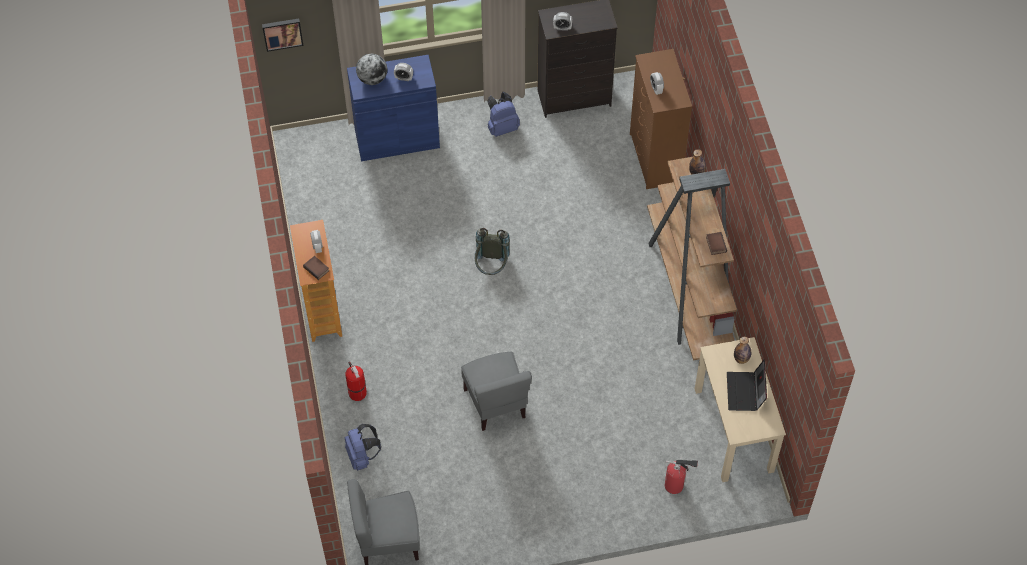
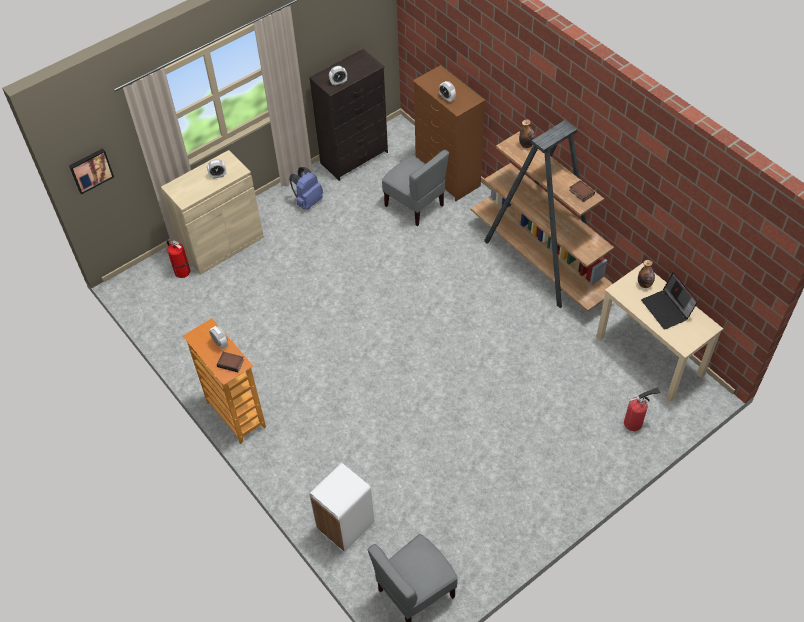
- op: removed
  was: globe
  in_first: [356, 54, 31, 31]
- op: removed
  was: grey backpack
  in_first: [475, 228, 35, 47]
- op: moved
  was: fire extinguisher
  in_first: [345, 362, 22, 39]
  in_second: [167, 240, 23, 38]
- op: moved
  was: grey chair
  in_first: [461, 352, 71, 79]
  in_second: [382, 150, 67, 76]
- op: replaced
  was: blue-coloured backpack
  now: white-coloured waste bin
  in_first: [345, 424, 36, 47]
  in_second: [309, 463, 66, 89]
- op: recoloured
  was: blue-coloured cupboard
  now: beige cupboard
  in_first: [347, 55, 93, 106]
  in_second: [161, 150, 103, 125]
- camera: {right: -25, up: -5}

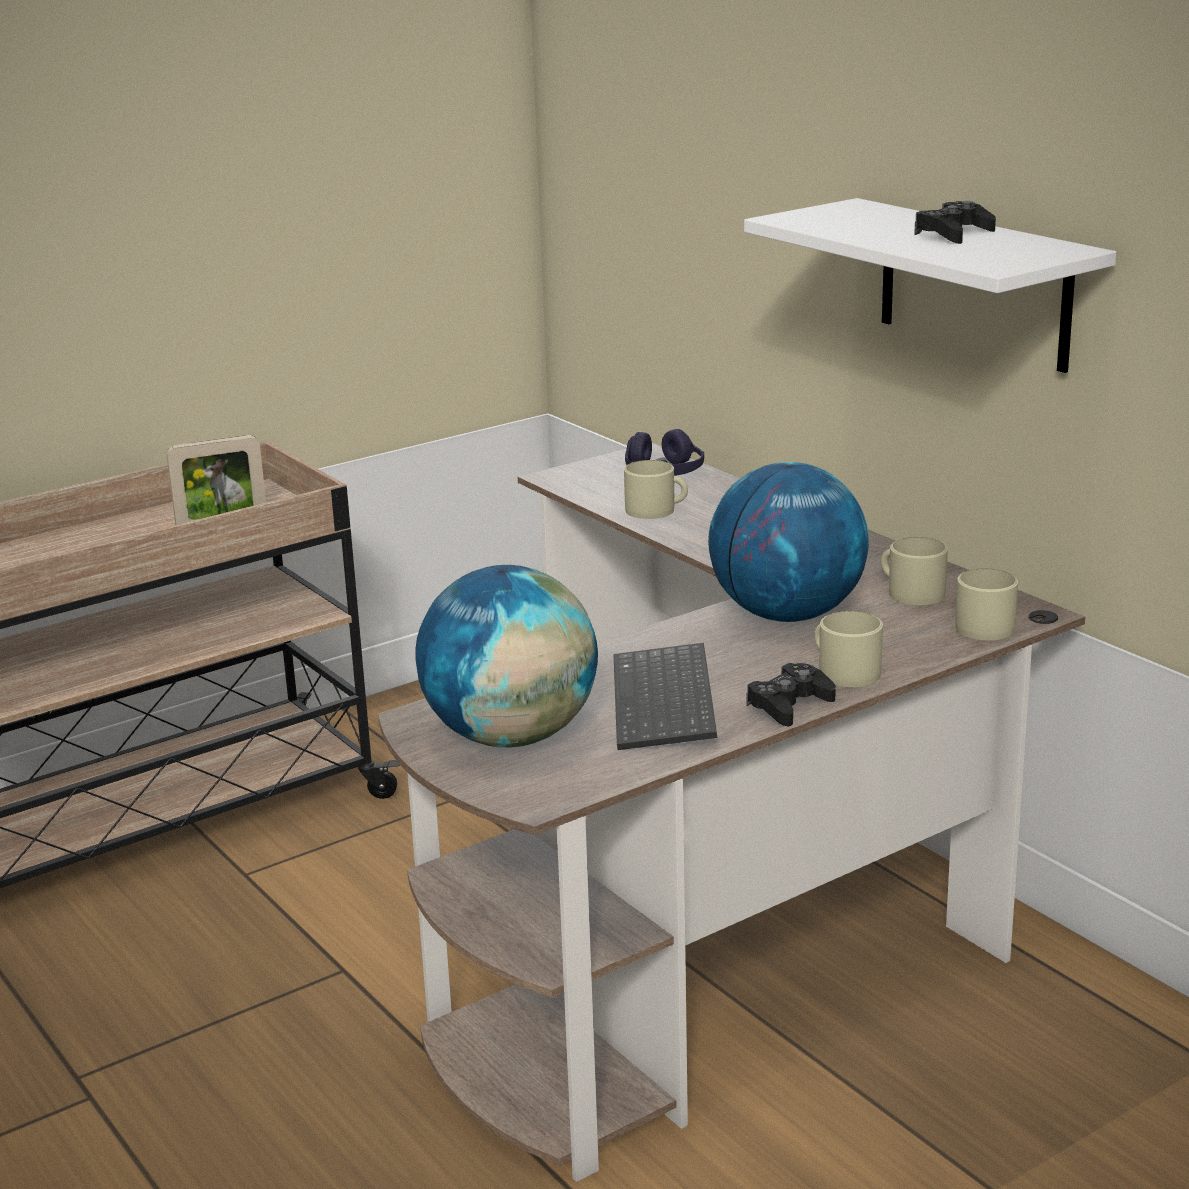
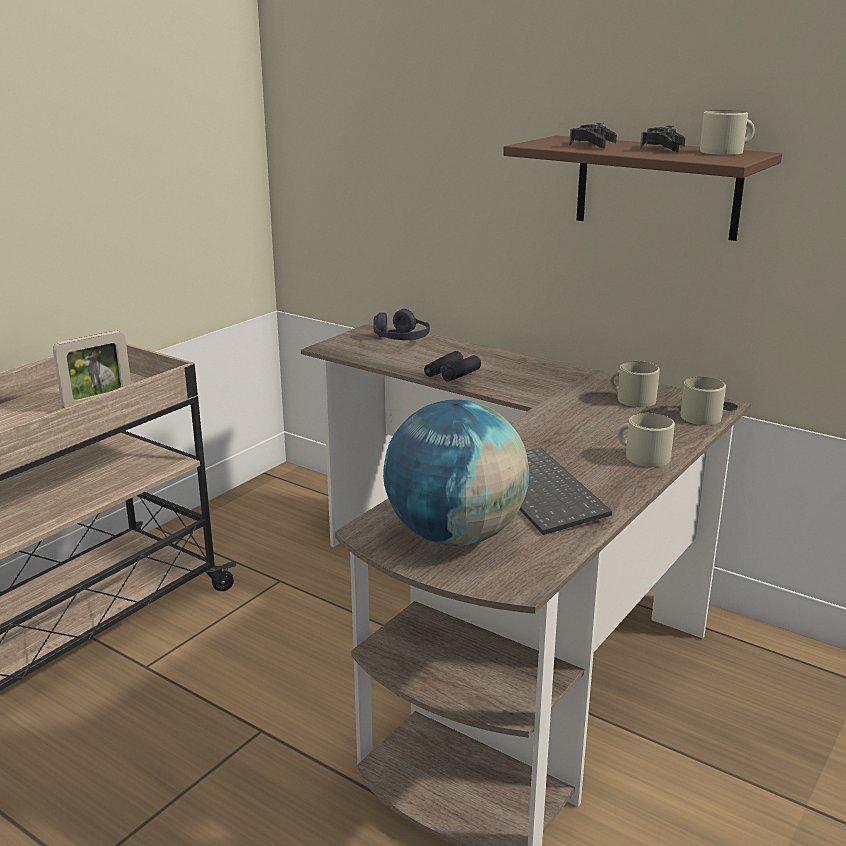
- op: removed
  was: globe
  in_first: [708, 462, 161, 160]
- op: added
  now: black-coloured binoculars
  in_second: [424, 351, 57, 31]
- op: moved
  was: beige tea mug
  in_first: [624, 460, 64, 59]
  in_second: [700, 110, 55, 45]
- op: moved
  was: black-coloured joypad
  in_first: [747, 663, 89, 63]
  in_second: [569, 122, 48, 27]
- op: recoloured
  was: white-coloured wall shelf
  now: brown wall shelf
  in_first: [744, 198, 372, 175]
  in_second: [503, 136, 279, 105]
- camera: {right: -20, up: 0}

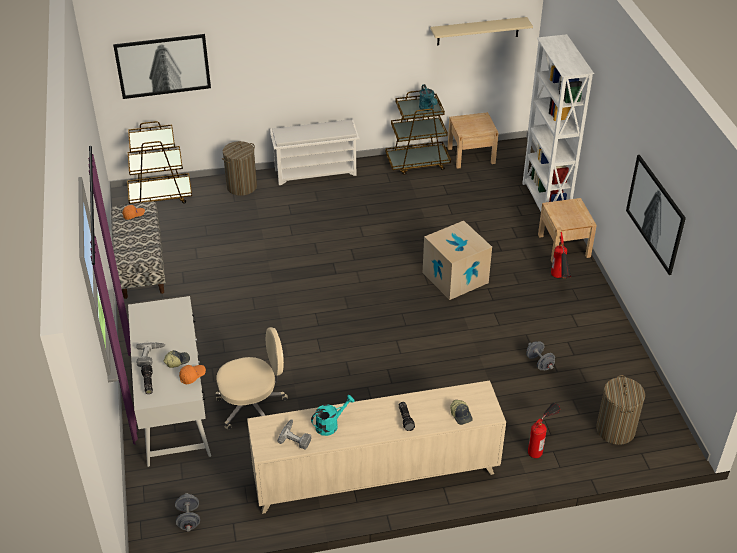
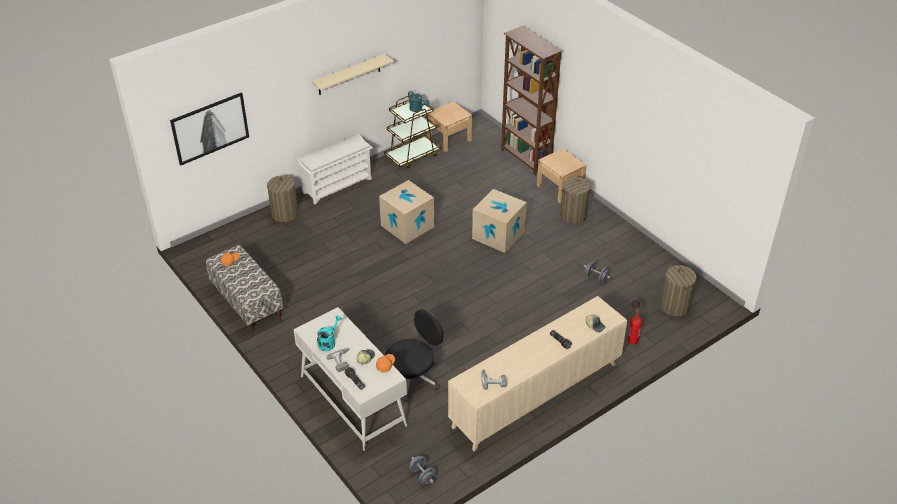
- op: removed
  was: brown wheeled cart
  in_first: [127, 121, 65, 83]
- op: removed
  was: wall picture
  in_first: [626, 155, 60, 120]
- op: added
  now: cardboard box
  in_second: [379, 180, 55, 64]
- op: moved
  was: turquoise watering pot
  in_first: [311, 395, 43, 41]
  in_second: [317, 315, 25, 36]
- op: moved
  was: beige wall shelf
  in_first: [430, 17, 103, 28]
  in_second: [312, 54, 82, 41]
- op: replaced
  was: fire extinguisher
  now: washing basket
  in_first: [551, 232, 20, 46]
  in_second: [560, 177, 31, 47]
- op: recoloured
  was: beige desk chair
  now: black-coloured desk chair
  in_first: [215, 327, 73, 103]
  in_second: [385, 309, 59, 93]
- op: recoloured
  was: white-coloured shelving unit
  now: brown shelving unit
  in_first: [522, 34, 72, 177]
  in_second: [501, 26, 62, 150]
- camera: {right: -25, up: 0}

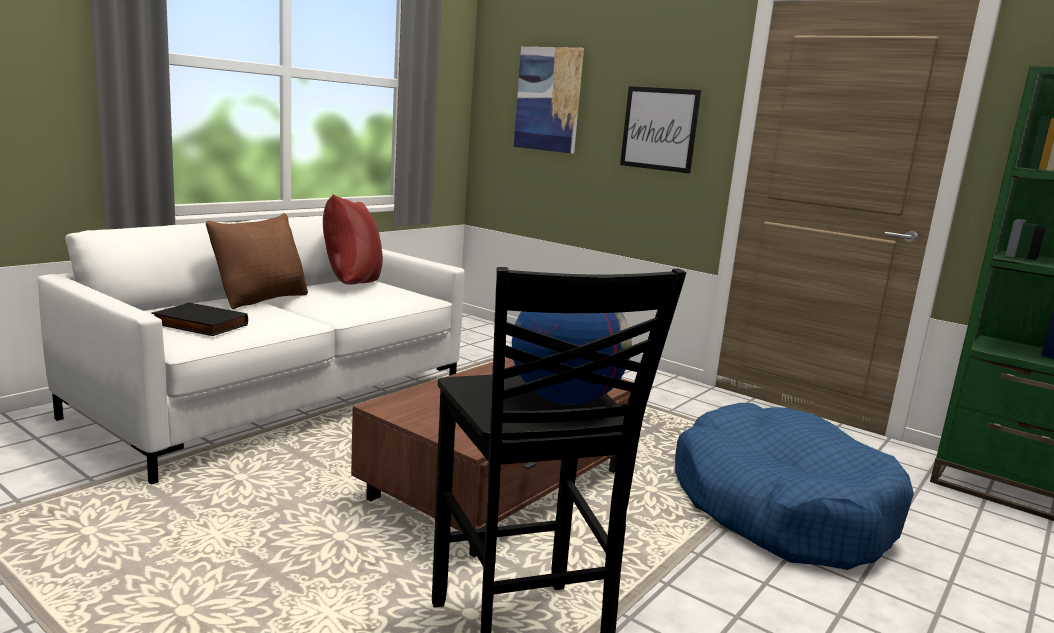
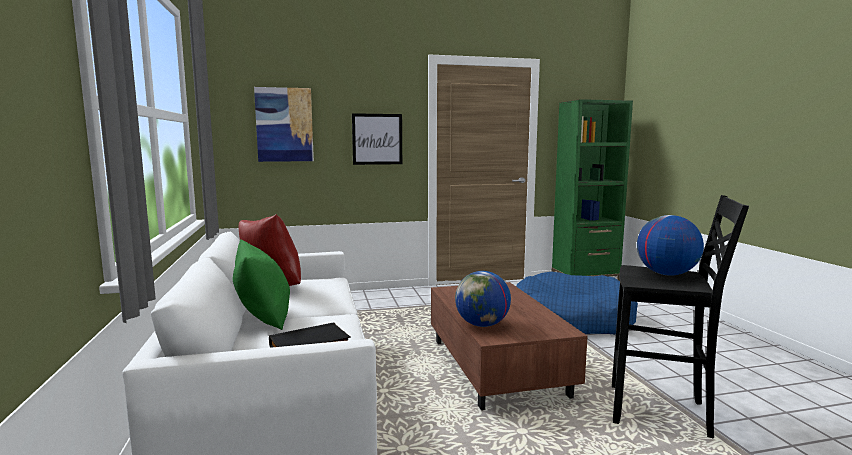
- op: added
  now: globe
  in_second: [455, 271, 56, 56]
- op: recoloured
  was: brown pillow
  now: green pillow
  in_first: [206, 213, 102, 96]
  in_second: [232, 239, 58, 91]
- camera: {right: -50, up: -5}

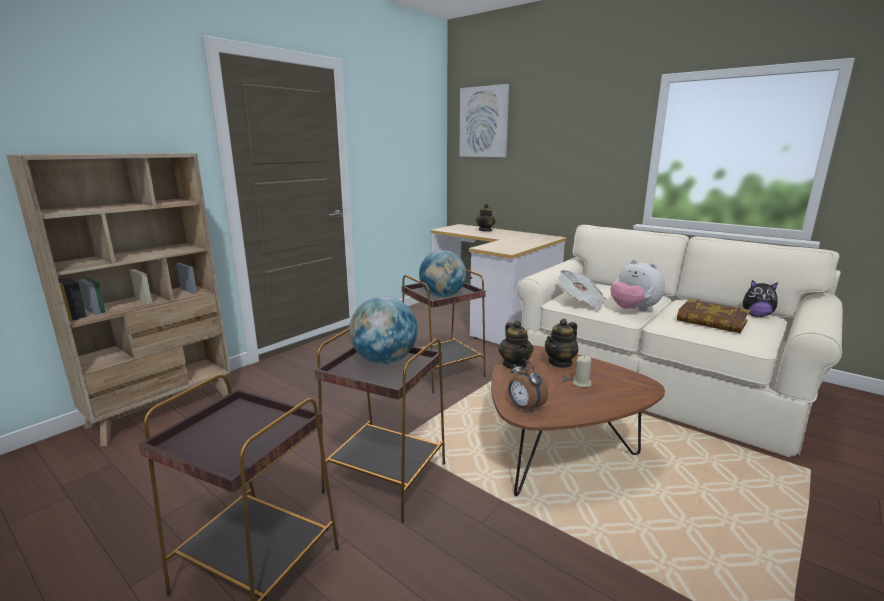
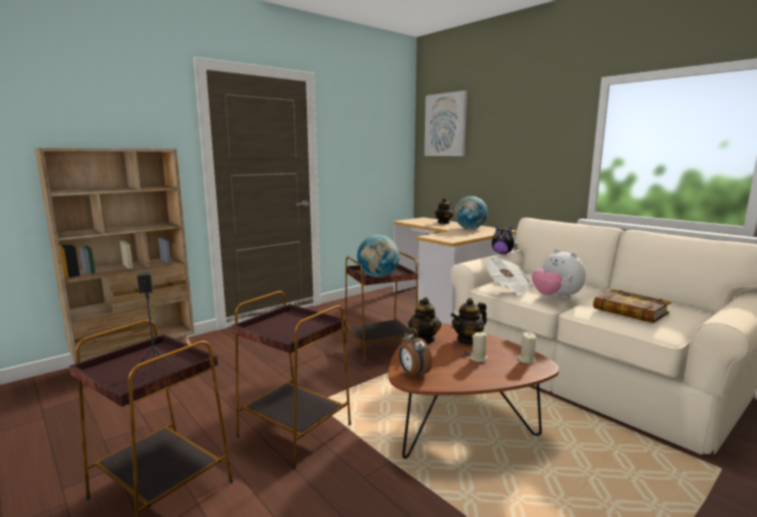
- op: added
  now: black-coloured loudspeaker
  in_second: [127, 272, 51, 107]
- op: added
  now: beige wax light
  in_second: [517, 332, 19, 32]
- op: moved
  was: globe
  in_first: [349, 296, 69, 68]
  in_second: [454, 196, 34, 33]
- op: moved
  was: soft toy
  in_first: [743, 280, 35, 37]
  in_second: [492, 226, 26, 28]
- camera: {right: 10, up: -5}

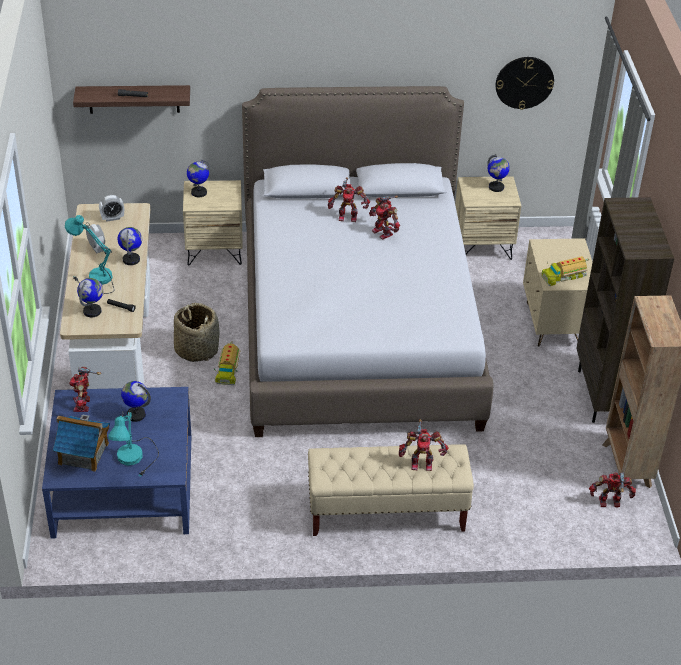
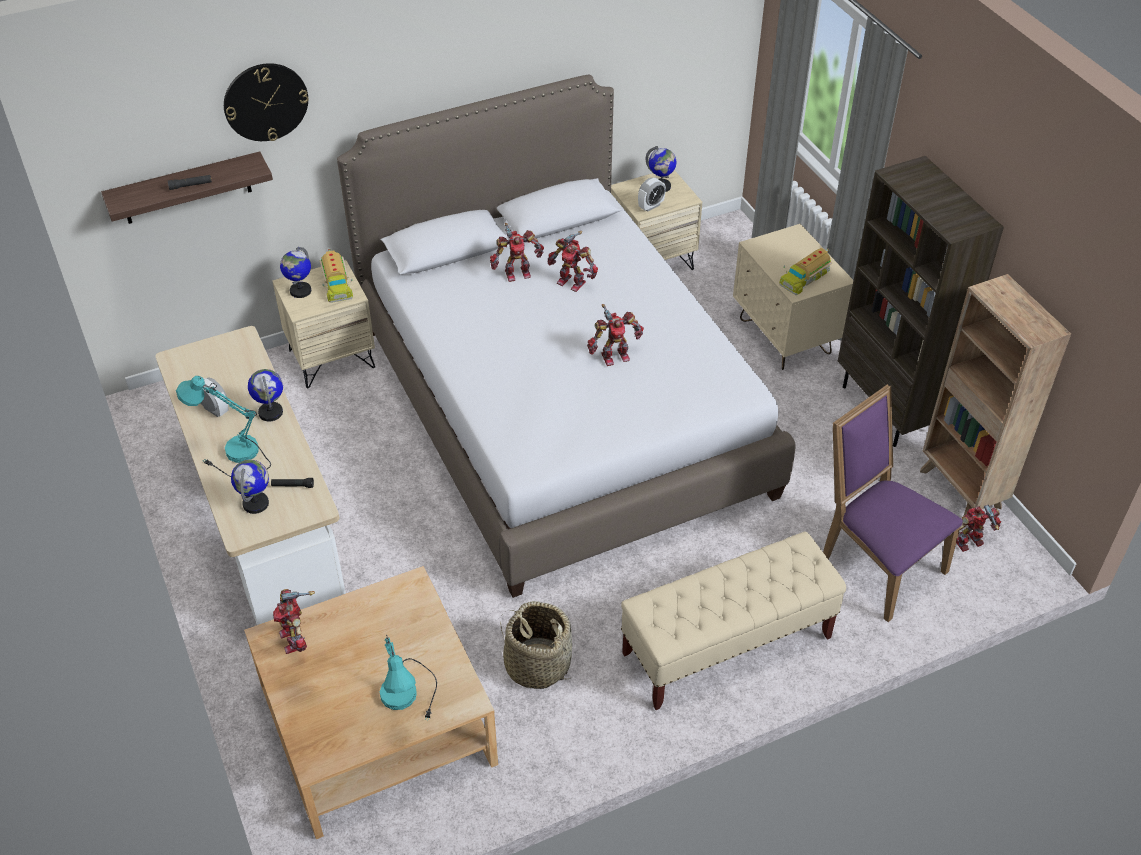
- op: removed
  was: toy house
  in_first: [53, 414, 57, 58]
- op: removed
  was: globe
  in_first: [121, 381, 30, 41]
- op: added
  now: purple-coloured chair
  in_second: [823, 384, 140, 238]
- op: moved
  was: table clock
  in_first: [99, 195, 25, 27]
  in_second: [638, 178, 28, 34]
- op: moved
  was: storage basket
  in_first: [174, 303, 45, 59]
  in_second: [500, 601, 72, 88]
- op: moved
  was: model truck
  in_first: [214, 341, 27, 44]
  in_second: [320, 248, 33, 55]
- op: moved
  was: robot figure
  in_first: [399, 419, 50, 52]
  in_second: [587, 304, 57, 62]
- op: moved
  was: wall clock
  in_first: [496, 57, 58, 53]
  in_second: [224, 63, 85, 78]
- op: recoloured
  was: blue-coloured coffee table
  now: beige coffee table
  in_first: [42, 387, 149, 151]
  in_second: [244, 566, 254, 273]
- camera: {right: -20, up: 5}

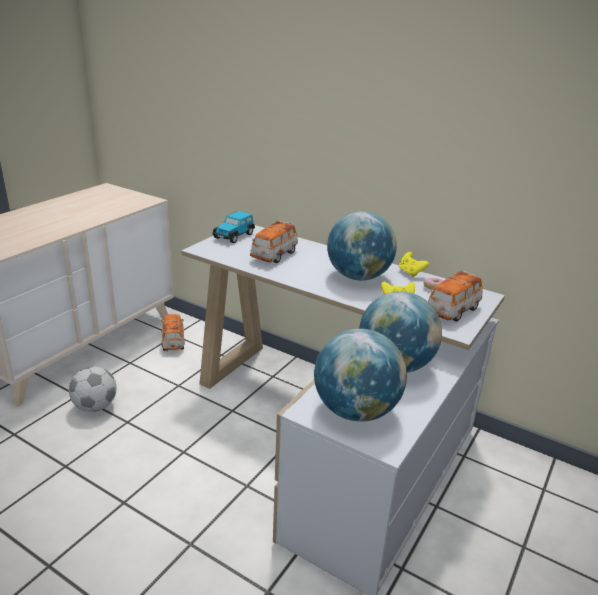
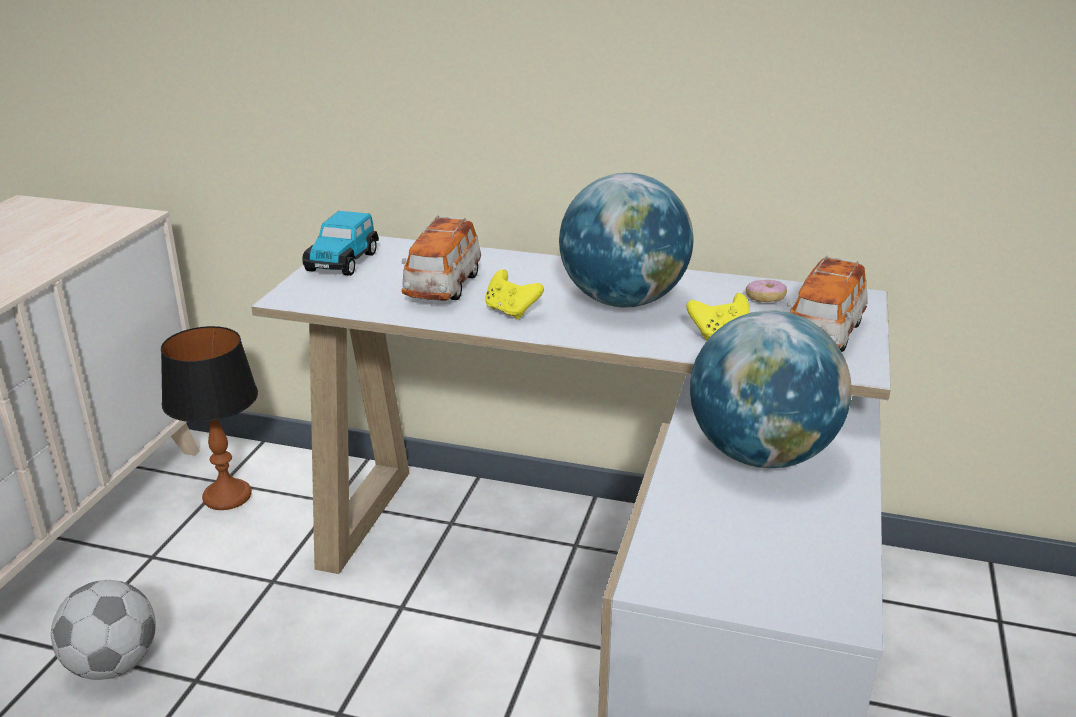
- op: removed
  was: globe
  in_first: [314, 329, 93, 93]
- op: moved
  was: yellow joypad
  in_first: [399, 252, 30, 25]
  in_second: [485, 269, 59, 50]
- op: replaced
  was: model car
  now: table lamp
  in_first: [161, 314, 24, 37]
  in_second: [161, 326, 97, 184]
- camera: {right: -15, up: 0}

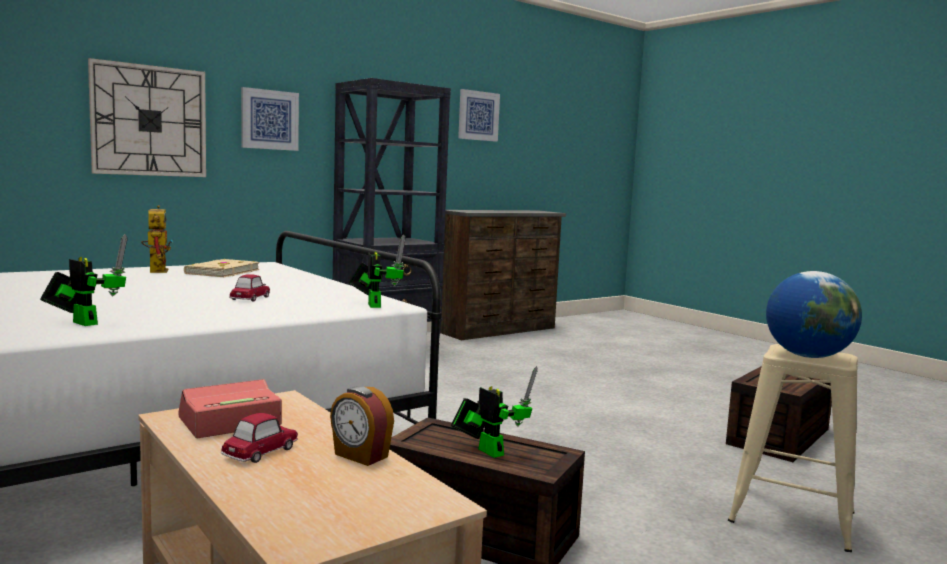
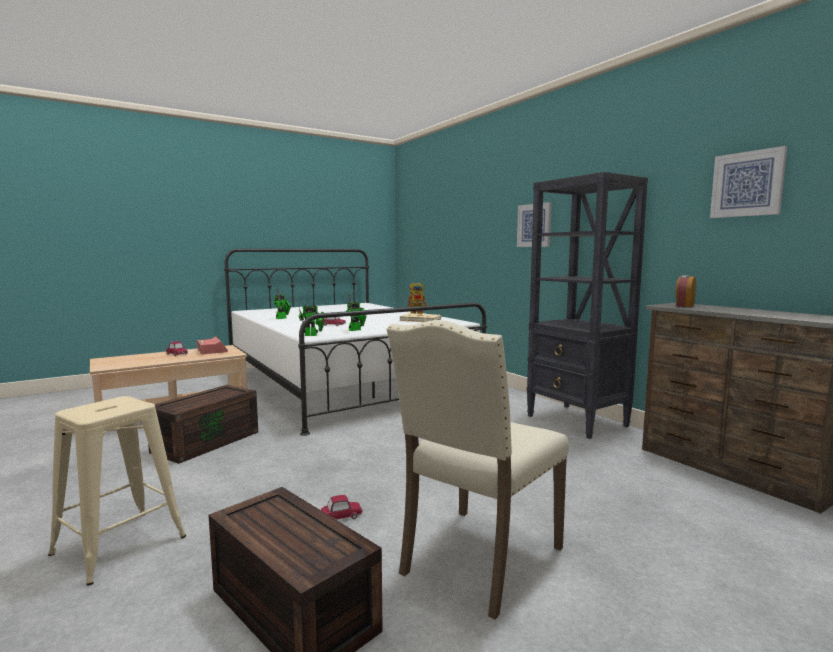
- op: removed
  was: wall clock
  in_first: [88, 58, 118, 119]
- op: removed
  was: globe
  in_first: [766, 271, 96, 87]
- op: added
  now: model car
  in_second: [321, 495, 42, 25]
- op: added
  now: beige chair
  in_second: [386, 320, 183, 300]
- op: moved
  was: table clock
  in_first: [330, 386, 64, 80]
  in_second: [676, 275, 20, 32]
- op: moved
  was: robot figure
  in_first: [451, 366, 87, 92]
  in_second: [346, 293, 20, 38]
- camera: {right: 95, up: 0}

